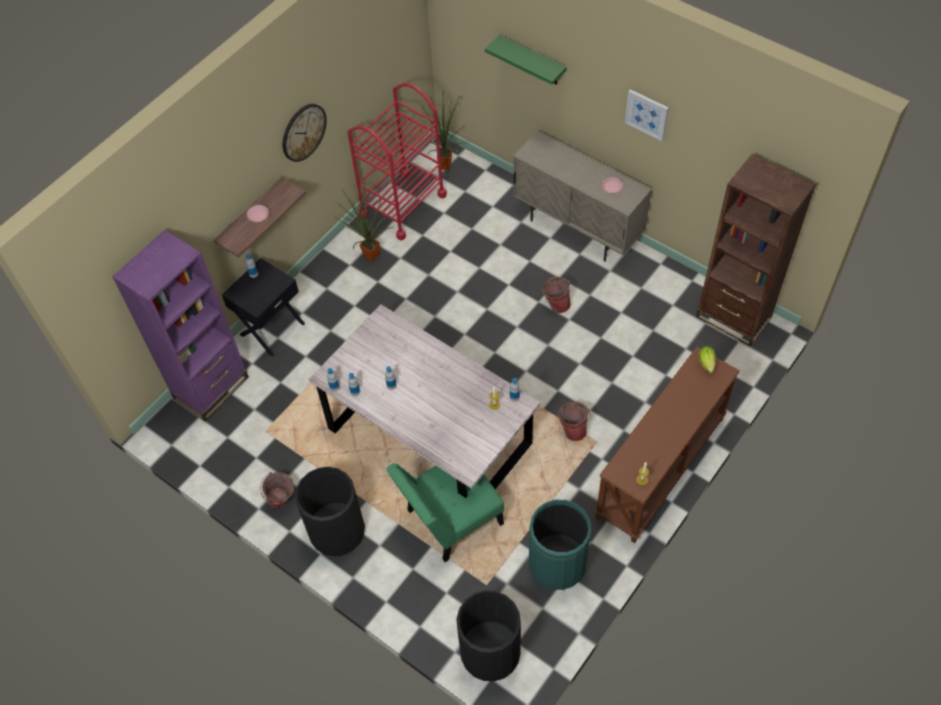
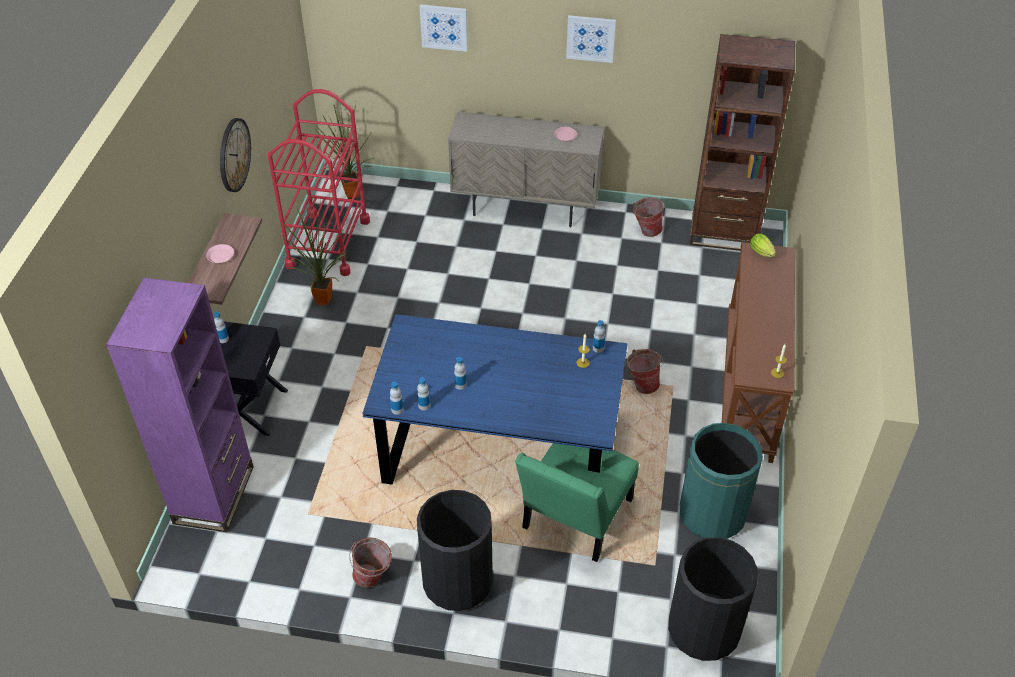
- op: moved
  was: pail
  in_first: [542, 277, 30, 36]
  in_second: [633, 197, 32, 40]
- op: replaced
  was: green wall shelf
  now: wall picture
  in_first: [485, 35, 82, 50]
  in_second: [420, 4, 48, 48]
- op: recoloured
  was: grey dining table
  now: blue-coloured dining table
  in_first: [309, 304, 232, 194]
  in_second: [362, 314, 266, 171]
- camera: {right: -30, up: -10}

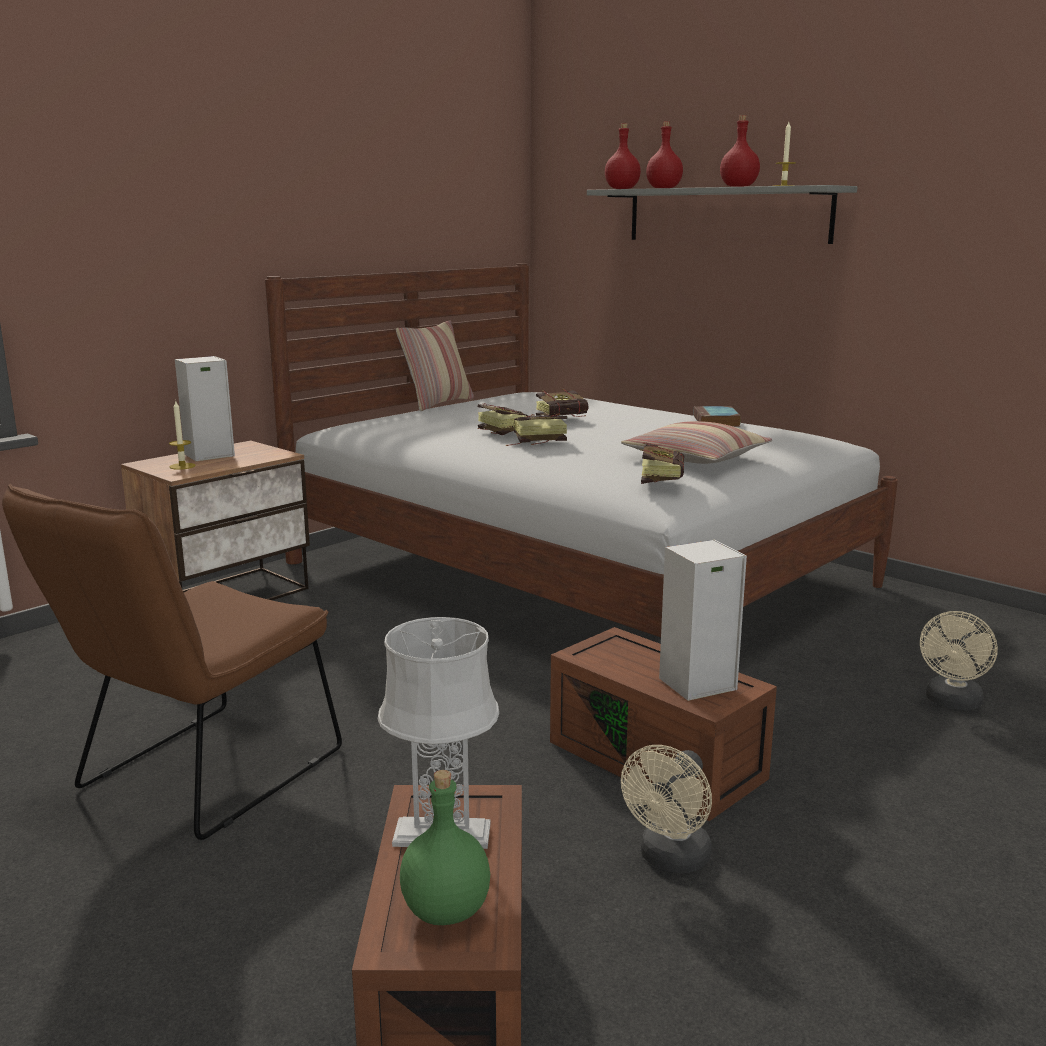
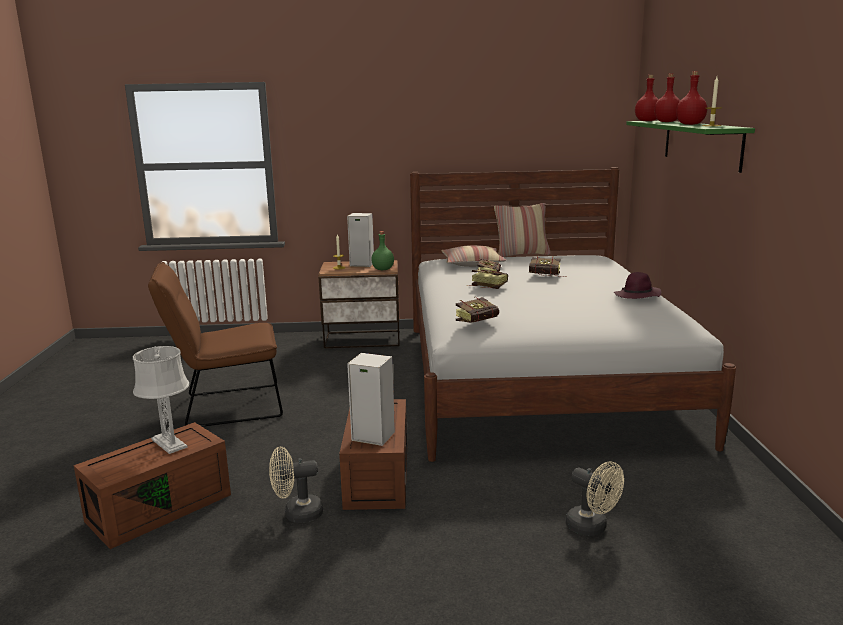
- op: moved
  was: green bottle
  in_first: [400, 770, 90, 155]
  in_second: [371, 231, 23, 39]
- op: moved
  was: pillow
  in_first: [621, 421, 152, 43]
  in_second: [441, 245, 65, 22]
- op: replaced
  was: volume
  now: purple-coloured hat
  in_first: [694, 406, 47, 21]
  in_second: [614, 272, 47, 27]
- op: recoloured
  was: grey wall shelf
  now: green wall shelf
  in_first: [587, 185, 270, 59]
  in_second: [626, 121, 129, 52]
- op: turned
  was: beige cooling fan
  in_first: [920, 611, 78, 99]
  in_second: [565, 461, 59, 75]
  clockwise: -120
- camera: {right: 45, up: 0}

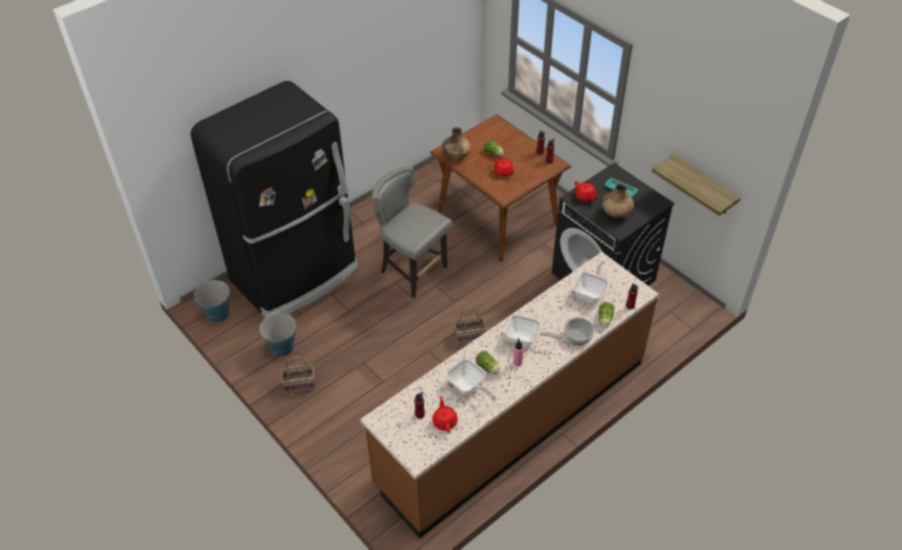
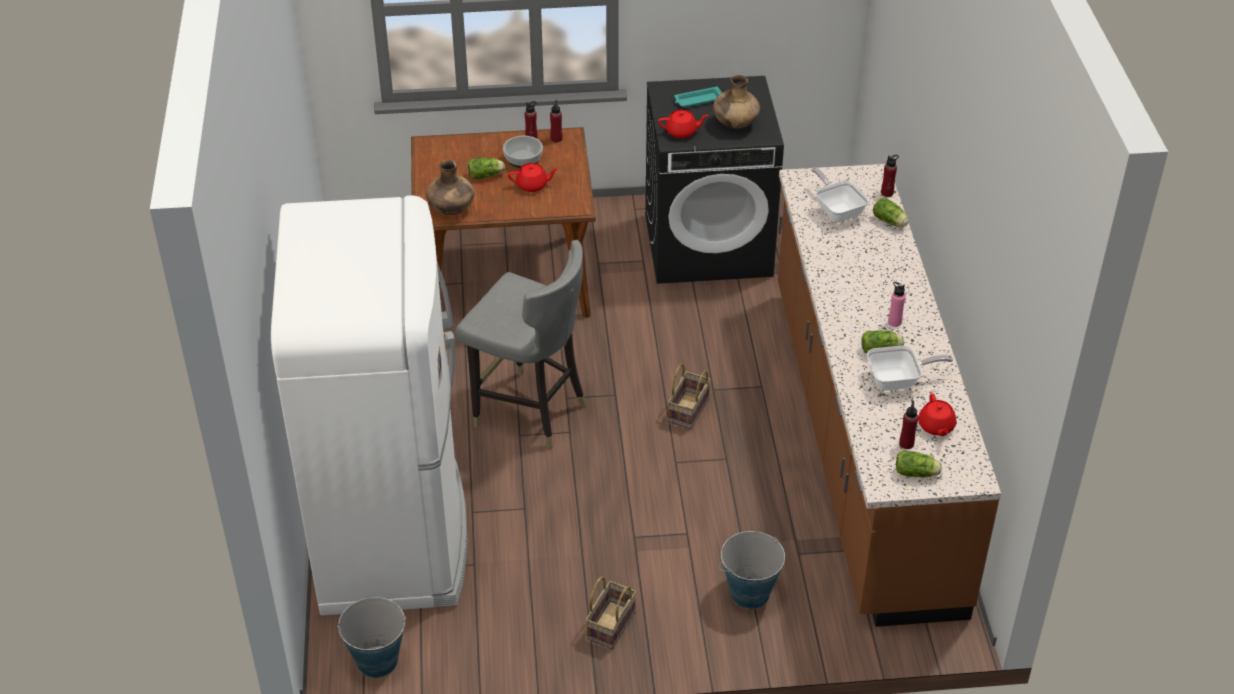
- op: removed
  was: pan
  in_first: [505, 314, 55, 32]
- op: removed
  was: wall shelf
  in_first: [651, 155, 89, 61]
- op: added
  now: lettuce head
  in_second: [896, 450, 46, 27]
- op: moved
  was: pail
  in_first: [260, 313, 38, 44]
  in_second: [719, 531, 66, 78]
- op: moved
  was: bowl
  in_first: [564, 318, 31, 27]
  in_second: [503, 136, 40, 32]
- op: recoloured
  was: black-coloured fridge
  now: white-coloured fridge
  in_first: [191, 81, 167, 237]
  in_second: [271, 195, 197, 420]
- op: turned
  was: grey chair
  in_first: [372, 166, 81, 138]
  in_second: [456, 240, 130, 210]
  clockwise: -135
- op: turned
  was: red pot for tea
  in_first: [433, 396, 25, 37]
  in_second: [918, 393, 38, 43]
  clockwise: -120
- camera: {right: -55, up: -5}

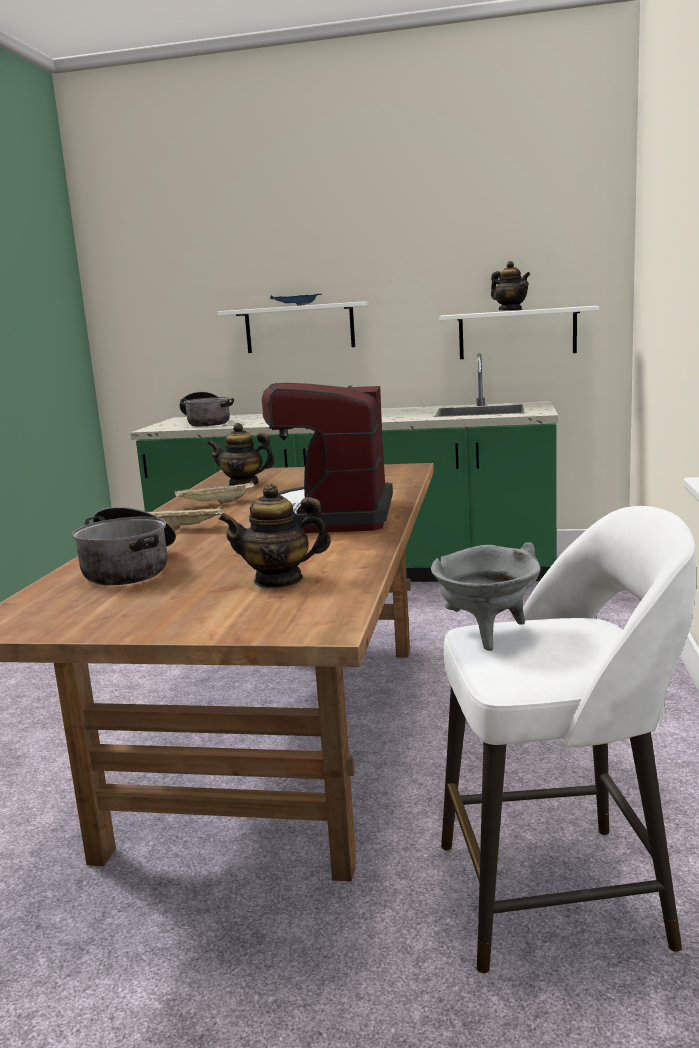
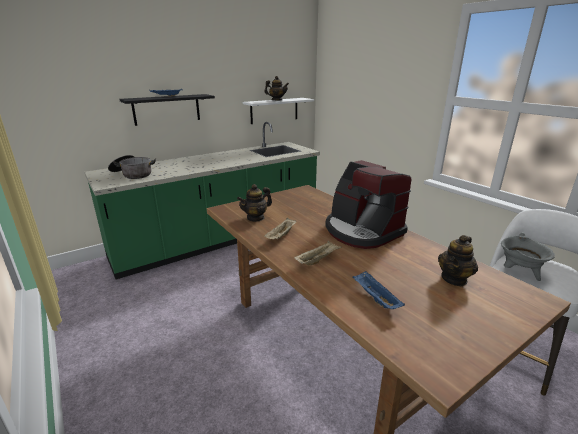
- op: replaced
  was: stockpot
  now: blue-coloured serving tray
  in_first: [72, 507, 104, 78]
  in_second: [352, 271, 53, 38]
- op: recoloured
  was: white-coloured wall shelf
  now: black-coloured wall shelf
  in_first: [218, 302, 151, 51]
  in_second: [119, 94, 96, 32]
- camera: {right: -45, up: 10}

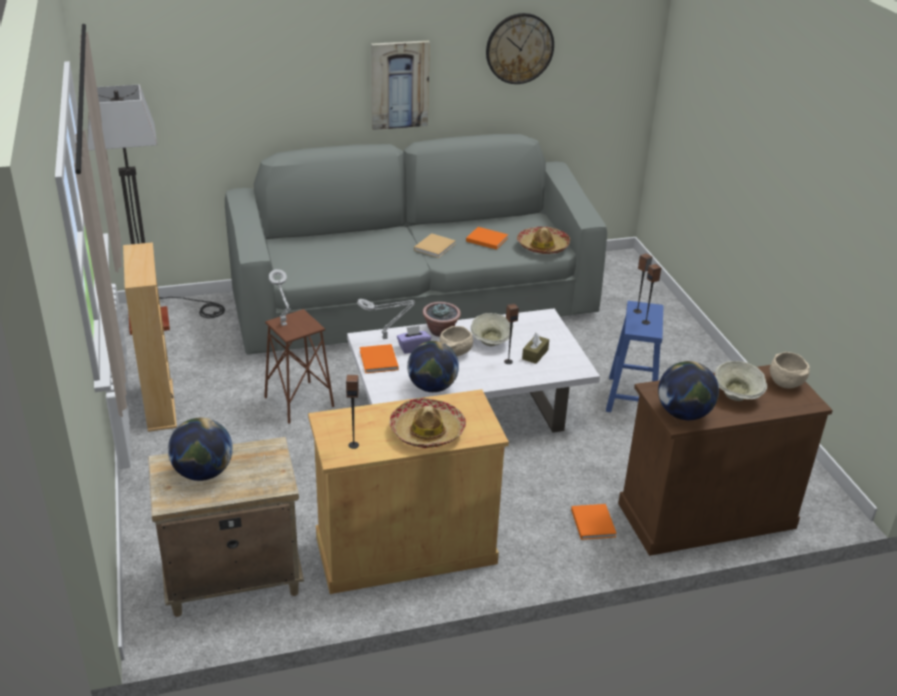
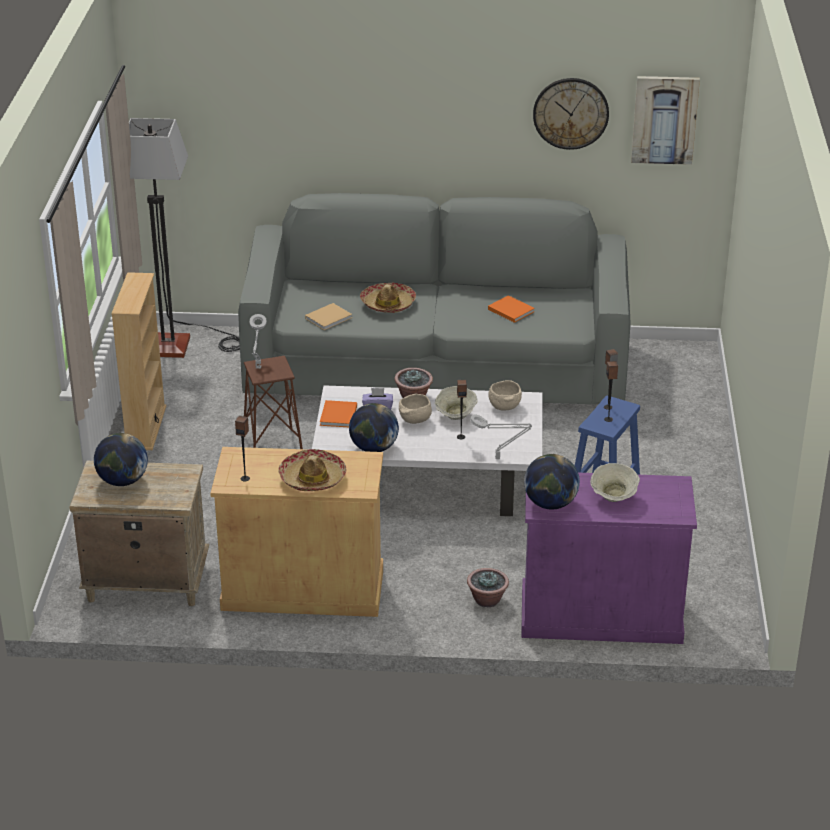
- op: removed
  was: brown box of tissues
  in_first: [522, 333, 27, 31]
- op: moved
  was: grey table lamp
  in_first: [357, 299, 58, 40]
  in_second: [470, 415, 62, 44]
- op: moved
  was: wall picture
  in_first: [371, 41, 59, 89]
  in_second: [631, 76, 69, 89]
- op: moved
  was: beige volume
  in_first: [414, 233, 42, 25]
  in_second: [305, 303, 47, 27]
- op: moved
  was: hat
  in_first: [517, 227, 53, 27]
  in_second: [360, 283, 56, 30]
- op: moved
  was: beige bowl
  in_first: [770, 352, 40, 37]
  in_second: [488, 380, 34, 31]
- op: replaced
  was: orange-coloured volume
  now: potted plant
  in_first: [571, 504, 46, 36]
  in_second: [467, 568, 42, 39]
- op: recoloured
  was: brown cupboard
  now: purple-coloured cupboard
  in_first: [618, 365, 215, 191]
  in_second: [521, 473, 176, 171]
- camera: {right: 20, up: 0}

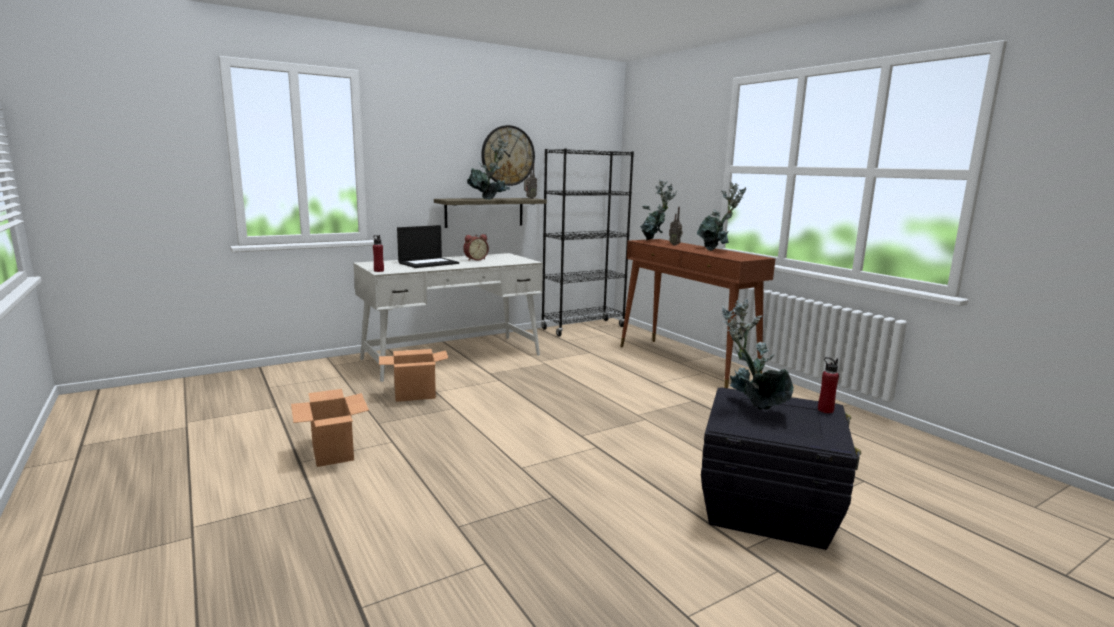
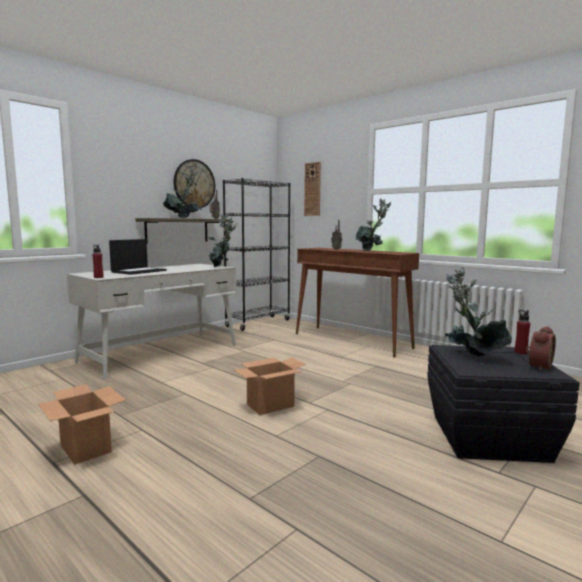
- op: added
  now: wall clock
  in_second: [304, 162, 17, 54]
- op: moved
  was: cardboard box
  in_first: [379, 349, 69, 53]
  in_second: [234, 357, 72, 58]
- op: moved
  was: table clock
  in_first: [463, 234, 26, 27]
  in_second: [526, 326, 30, 45]
- op: moved
  was: potted plant
  in_first: [640, 179, 37, 62]
  in_second: [208, 214, 29, 53]
- camera: {right: -15, up: -5}

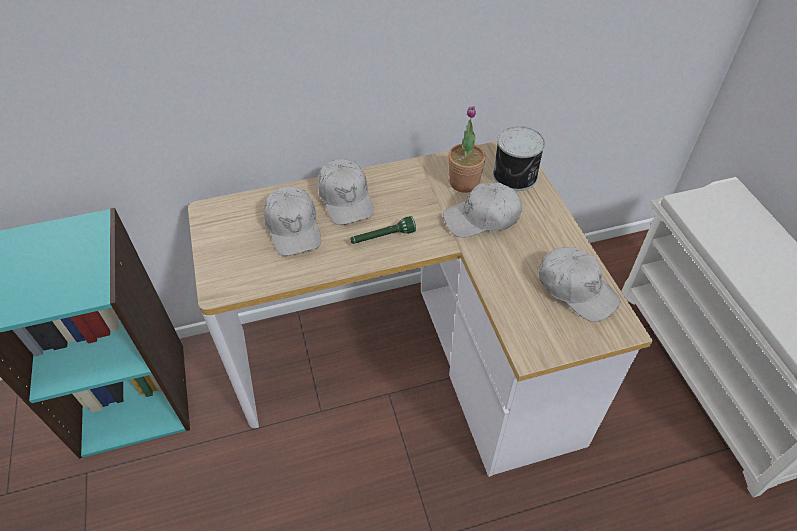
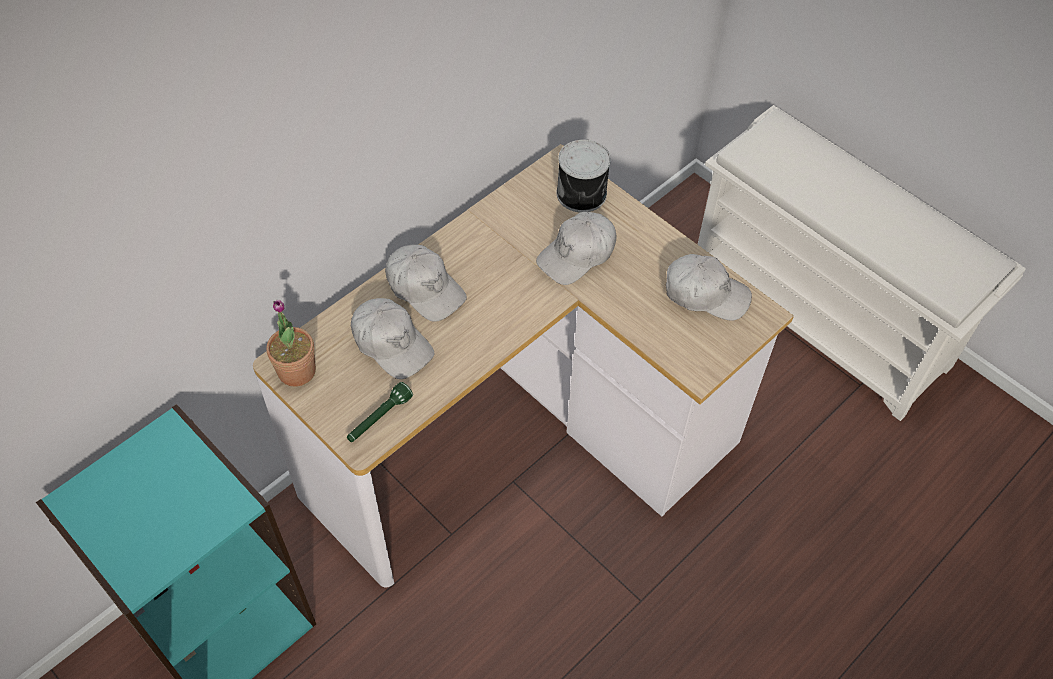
- op: moved
  was: green flashlight
  in_first: [350, 216, 66, 28]
  in_second: [347, 382, 66, 60]
- op: moved
  was: potted plant
  in_first: [448, 106, 38, 87]
  in_second: [266, 299, 50, 88]
- camera: {right: -30, up: 5}

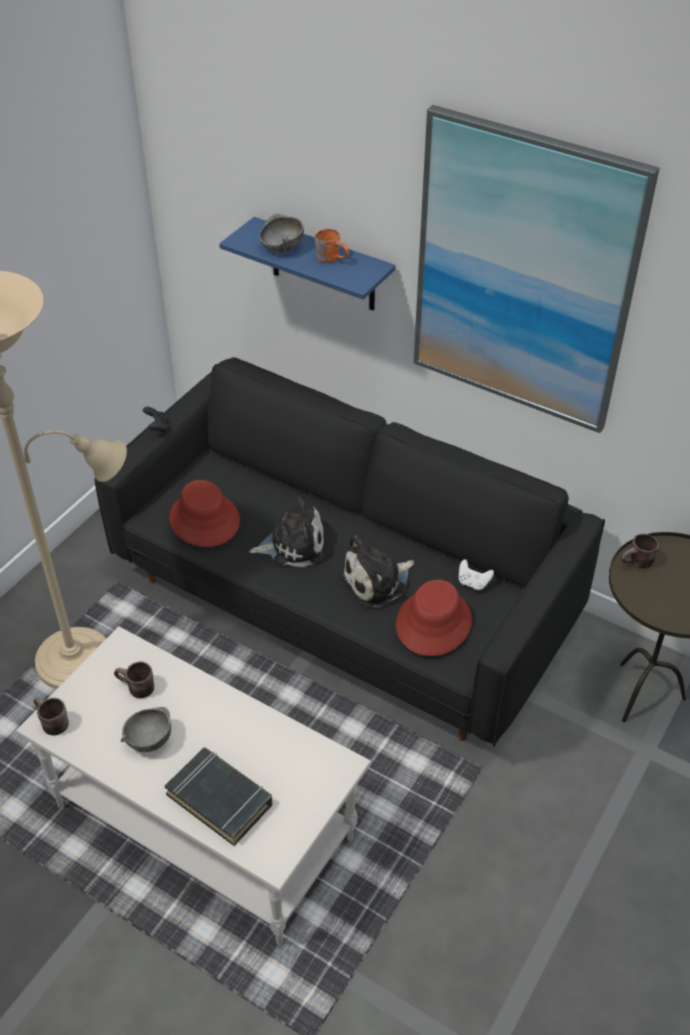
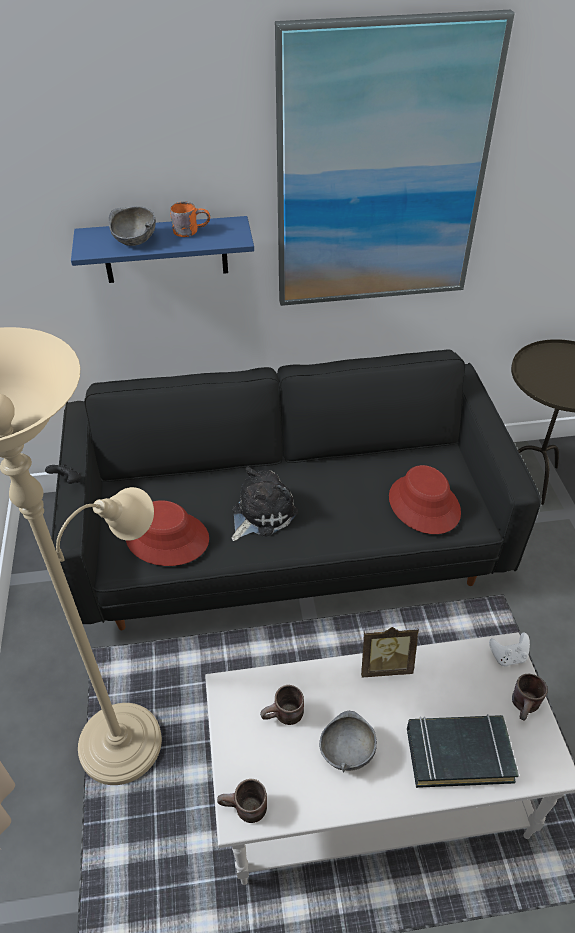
- op: removed
  was: soft toy
  in_first: [340, 535, 74, 73]
- op: added
  now: standing frame
  in_second: [361, 627, 58, 50]
- op: moved
  was: white-coloured joypad
  in_first: [459, 559, 35, 31]
  in_second: [489, 632, 41, 34]
- op: moved
  was: brown tea mug
  in_first: [621, 534, 38, 34]
  in_second: [512, 674, 36, 47]
- camera: {right: -40, up: 0}

